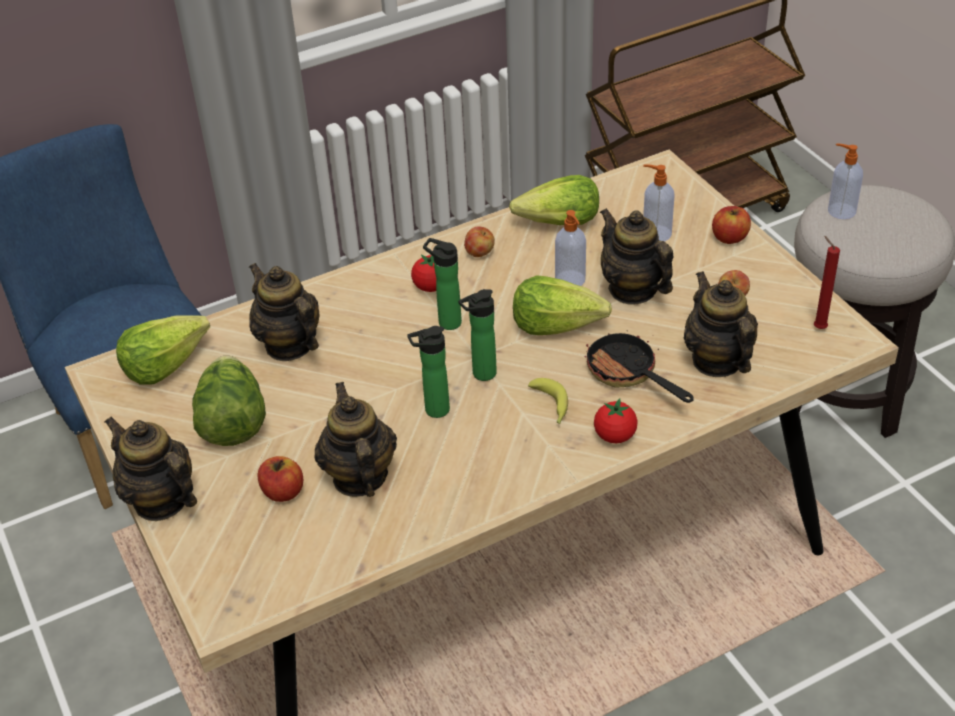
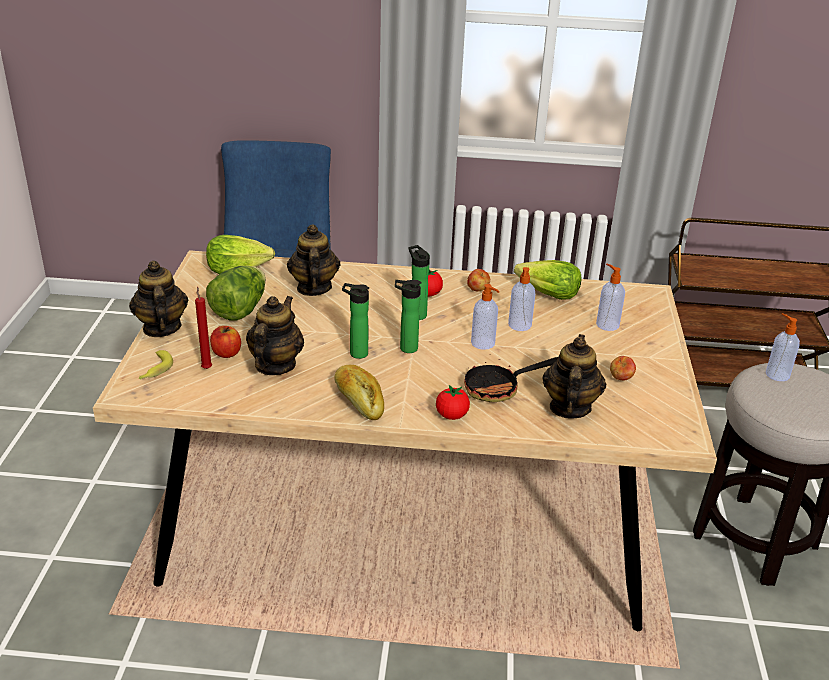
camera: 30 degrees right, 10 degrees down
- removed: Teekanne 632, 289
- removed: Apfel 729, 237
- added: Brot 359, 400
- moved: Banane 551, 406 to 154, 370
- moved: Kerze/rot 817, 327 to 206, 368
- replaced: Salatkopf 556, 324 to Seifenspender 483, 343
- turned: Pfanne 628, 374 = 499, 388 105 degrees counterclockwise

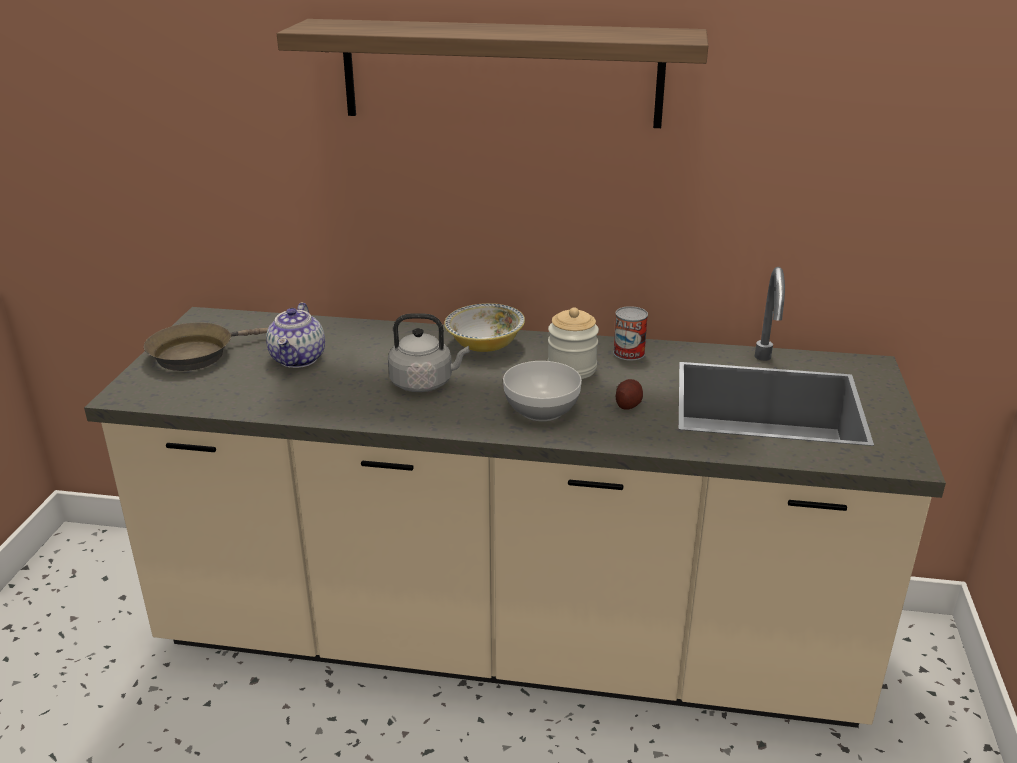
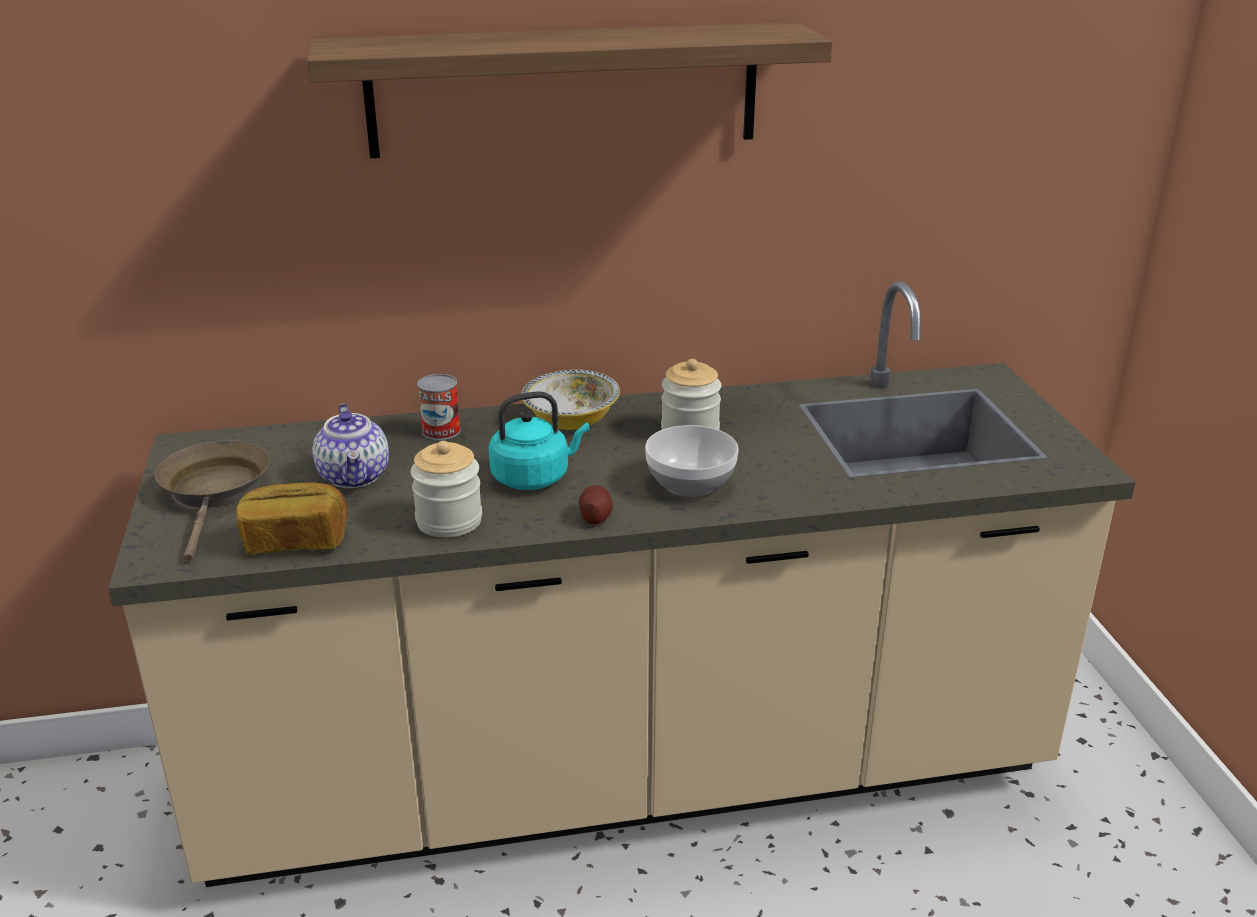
camera: 20 degrees left, 0 degrees up
- added: Brot 295, 540
- added: Vorratsglas 449, 521
- moved: Dose 629, 353 to 441, 431
- moved: Kartoffel 628, 404 to 595, 516
- recoloured: Wasserkessel/grau 425, 383 to Wasserkessel/türkis 534, 477
- turned: Pfanne/braun 199, 354 = 216, 492 135 degrees clockwise

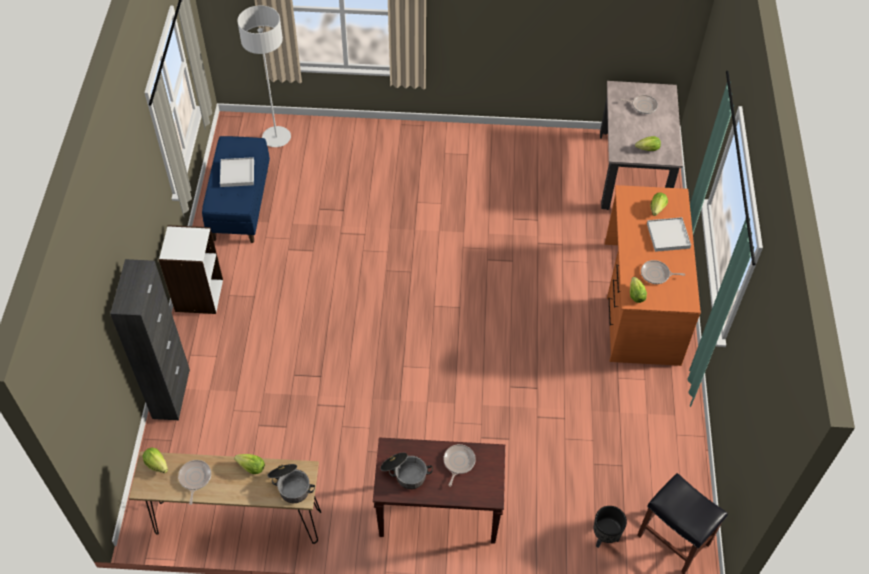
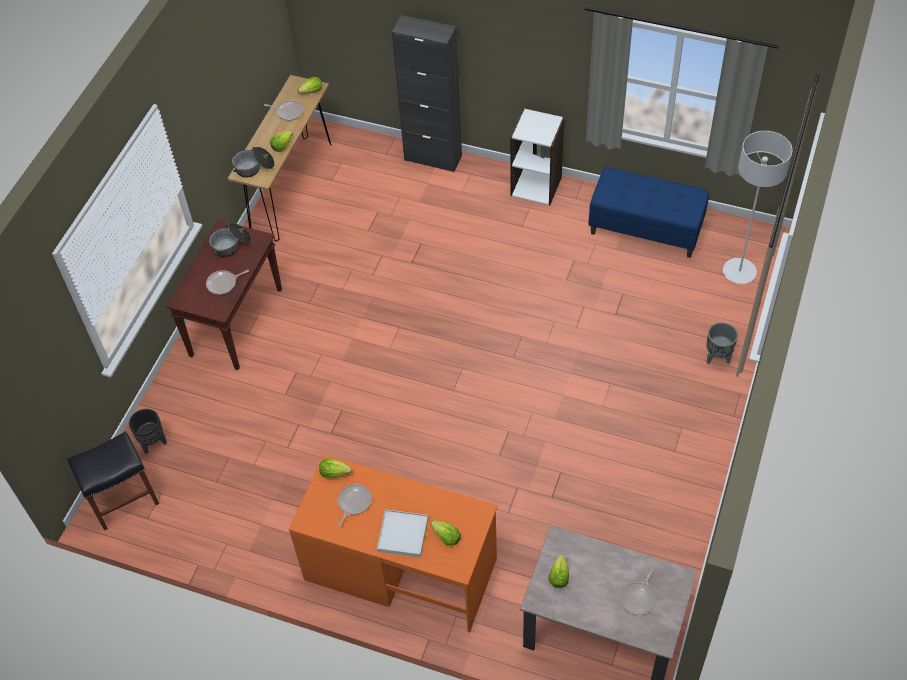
camera: 110 degrees right, 0 degrees up
- removed: Tablett/weiß 237, 173
- added: Pflanzkübel/grau 717, 358
- turned: Pfanne 458, 462 = 223, 284 120 degrees clockwise

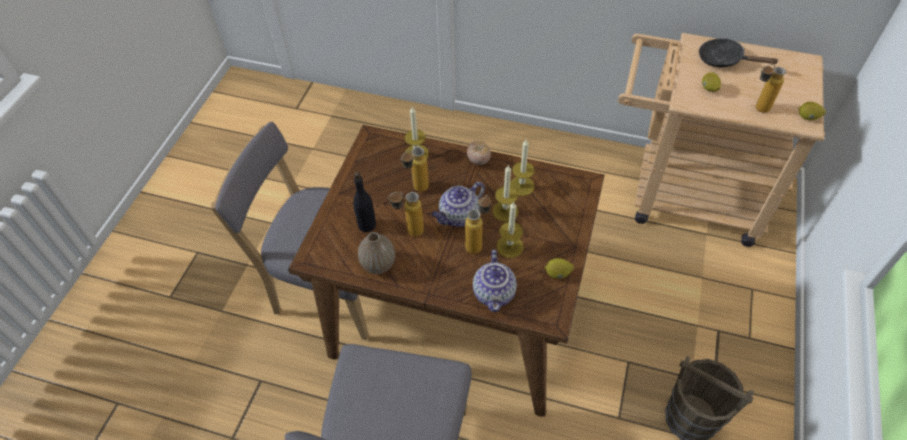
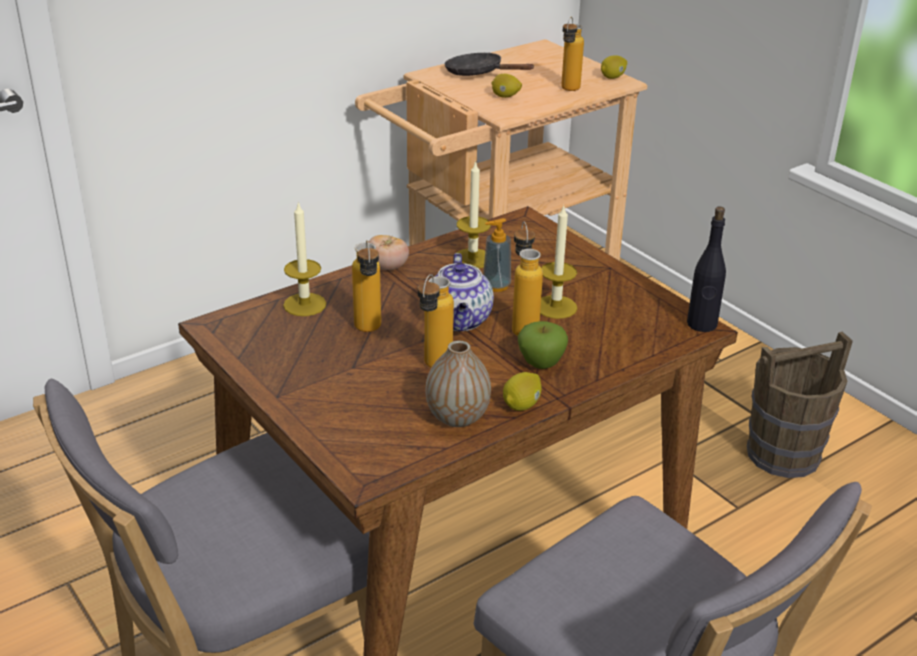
camera: 55 degrees left, 20 degrees down
- removed: Teekanne 495, 294
- added: Apfel 541, 363
- moved: Flasche/schwarz 366, 225 to 702, 324
- moved: Zitrone 558, 274 to 522, 405
- replaced: Kerze 505, 211 to Seifenspender 496, 286
- turned: Pfanne/schwarz 724, 60 = 479, 73 60 degrees clockwise

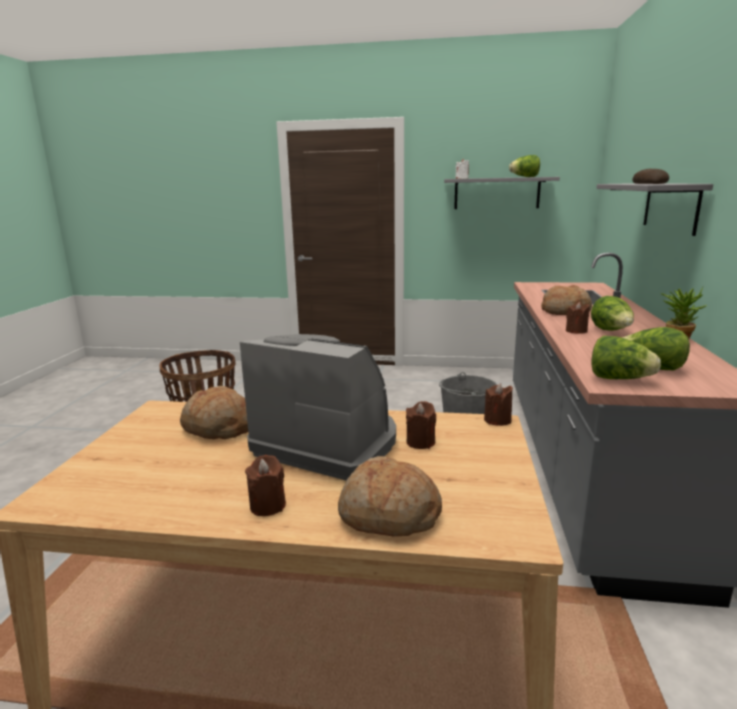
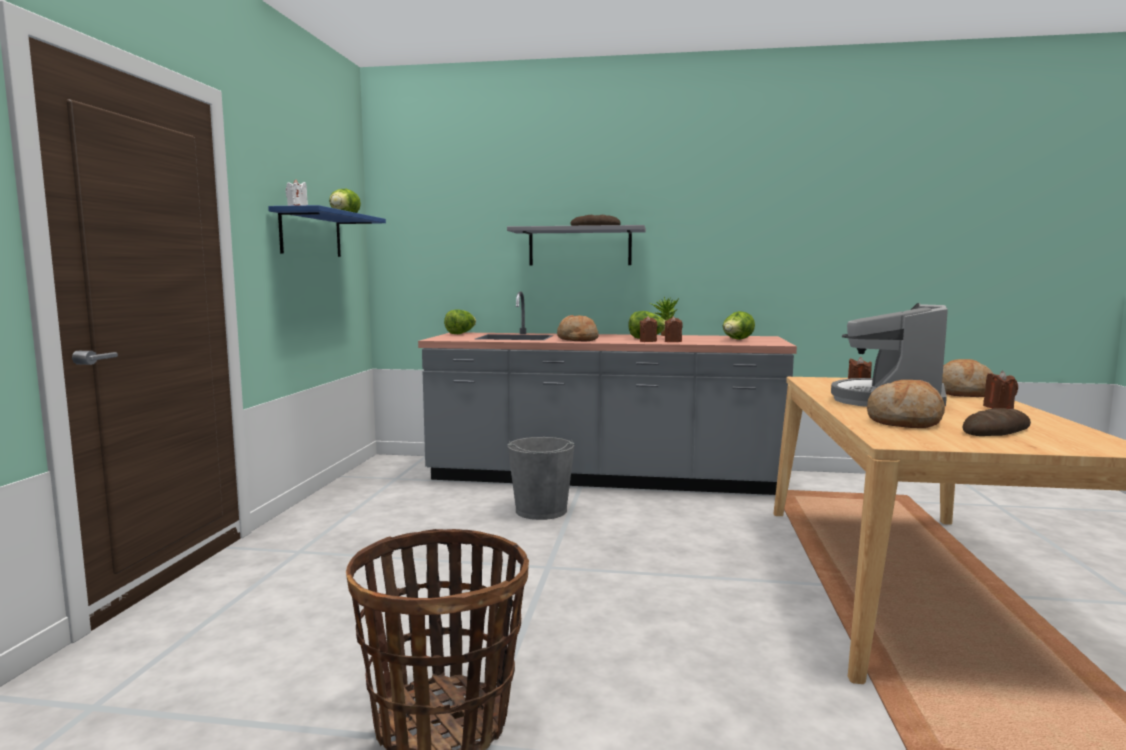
camera: 90 degrees left, 10 degrees down
- added: Brot 996, 430
- moved: Kerze/braun 497, 420 to 673, 341
- moved: Salatkopf 619, 379 to 461, 333
- recoloured: Wandregal/grau 496, 193 to Wandregal/blau 311, 234

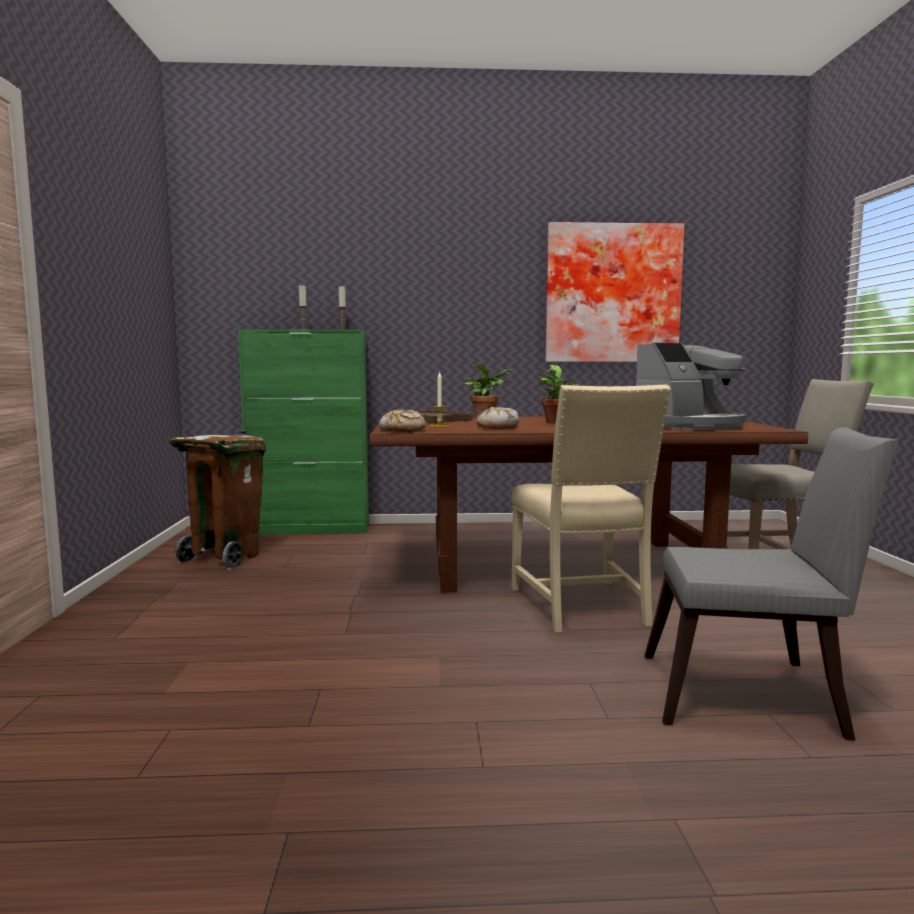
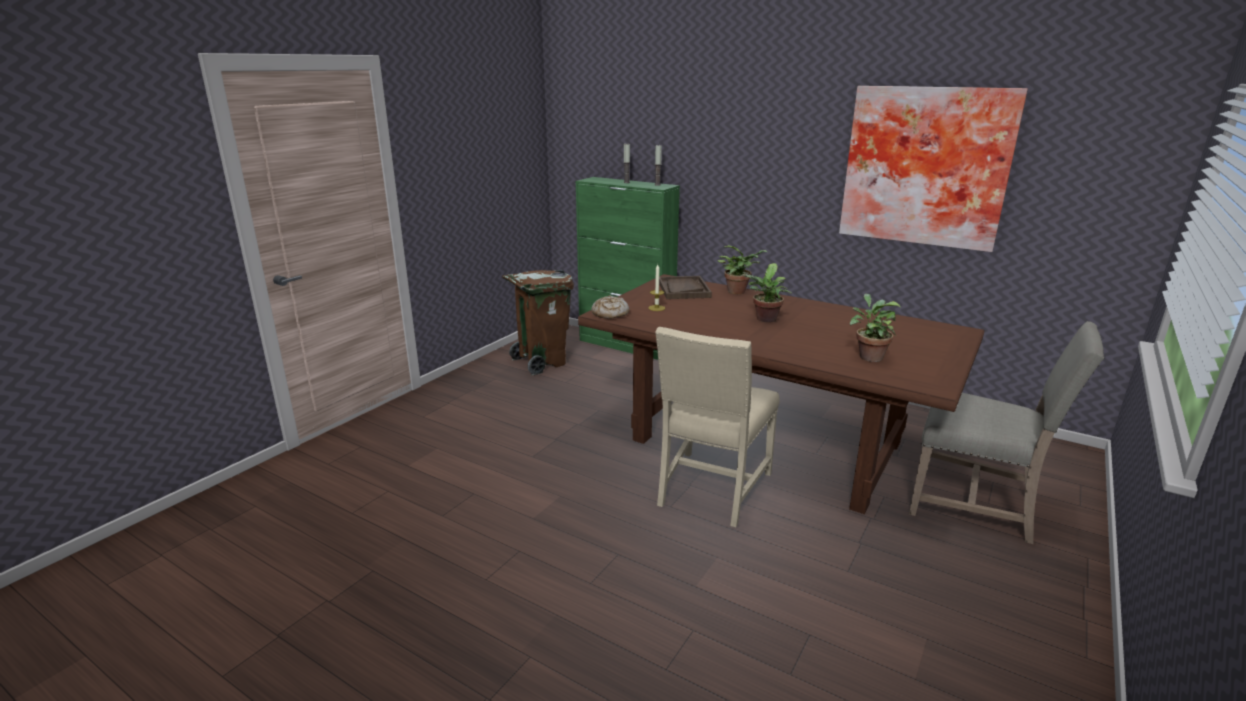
camera: 35 degrees right, 15 degrees up
- removed: Brot 498, 427
- removed: Stuhl/grau 753, 696
- replaced: Kaffeemaschine 689, 426 to Topfpflanze 868, 356

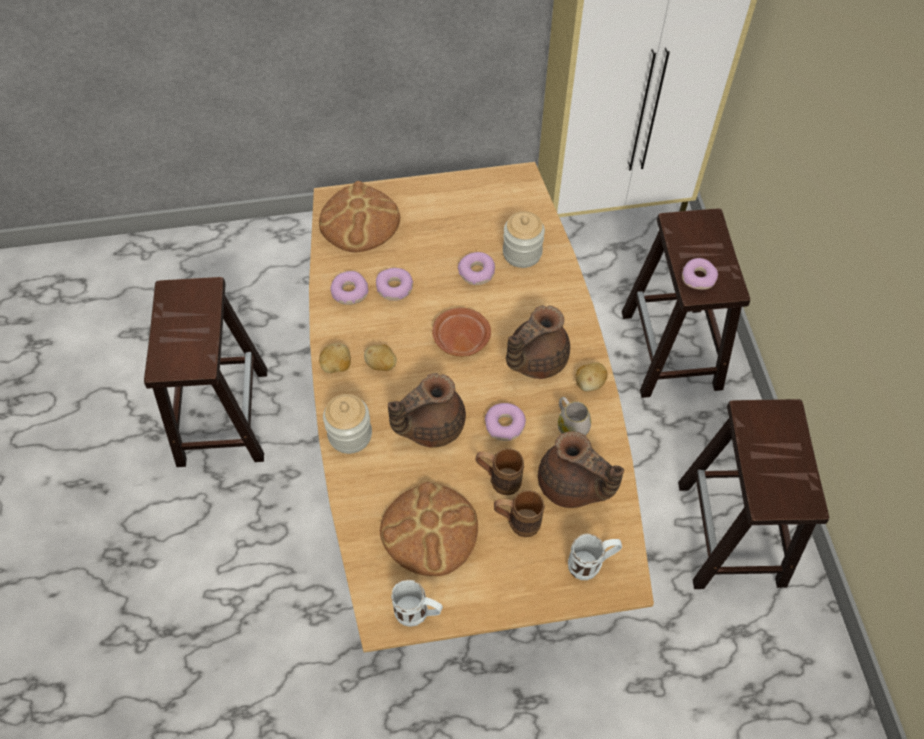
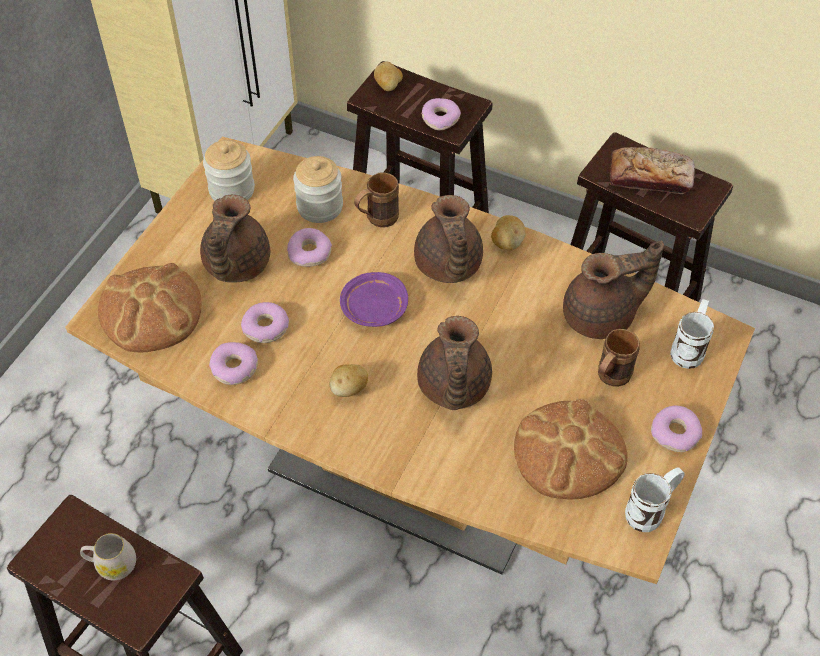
camera: 55 degrees left, 5 degrees down
- added: Teekanne/braun 235, 265
- added: Brot 650, 177
- moved: Kartoffel 336, 366 to 388, 86
- moved: Vorratsglas 350, 434 to 232, 190
- moved: Henkelbecher/braun 498, 479 to 376, 220
- moved: Donut 505, 425 to 675, 433
- moved: Henkelbecher/weiß 570, 424 to 112, 564
- recoloured: Teller/braun 460, 338 to Teller/lila 374, 308

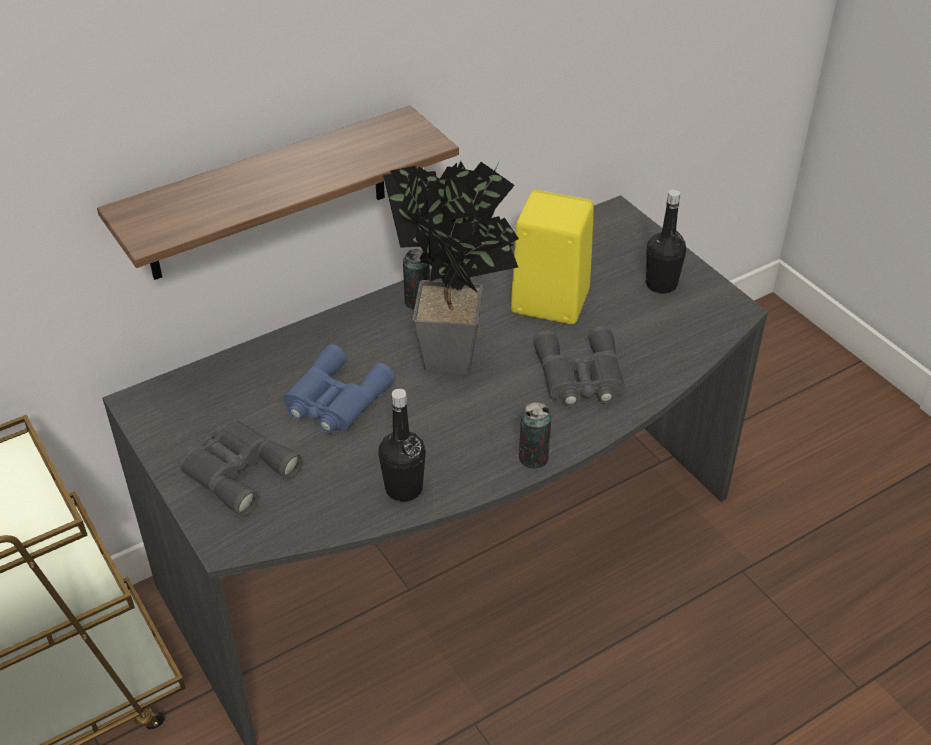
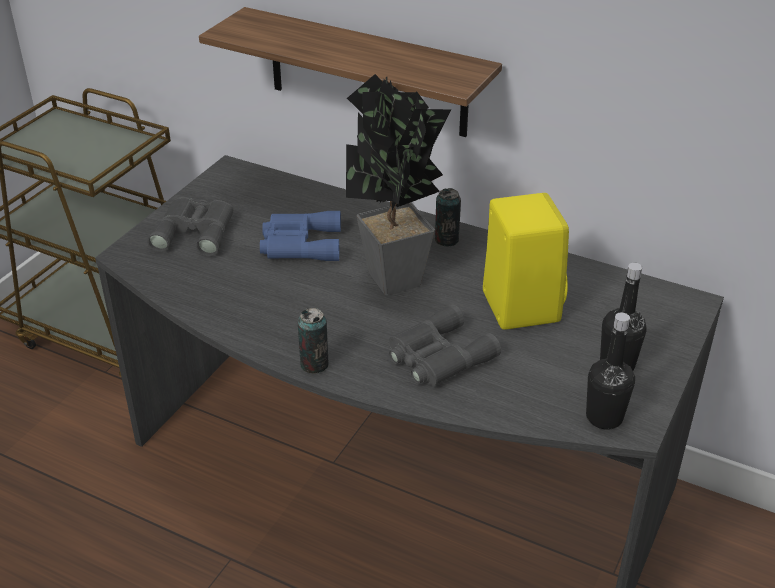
camera: 60 degrees right, 5 degrees down
- moved: Flasche/schwarz 404, 488 to 604, 417

